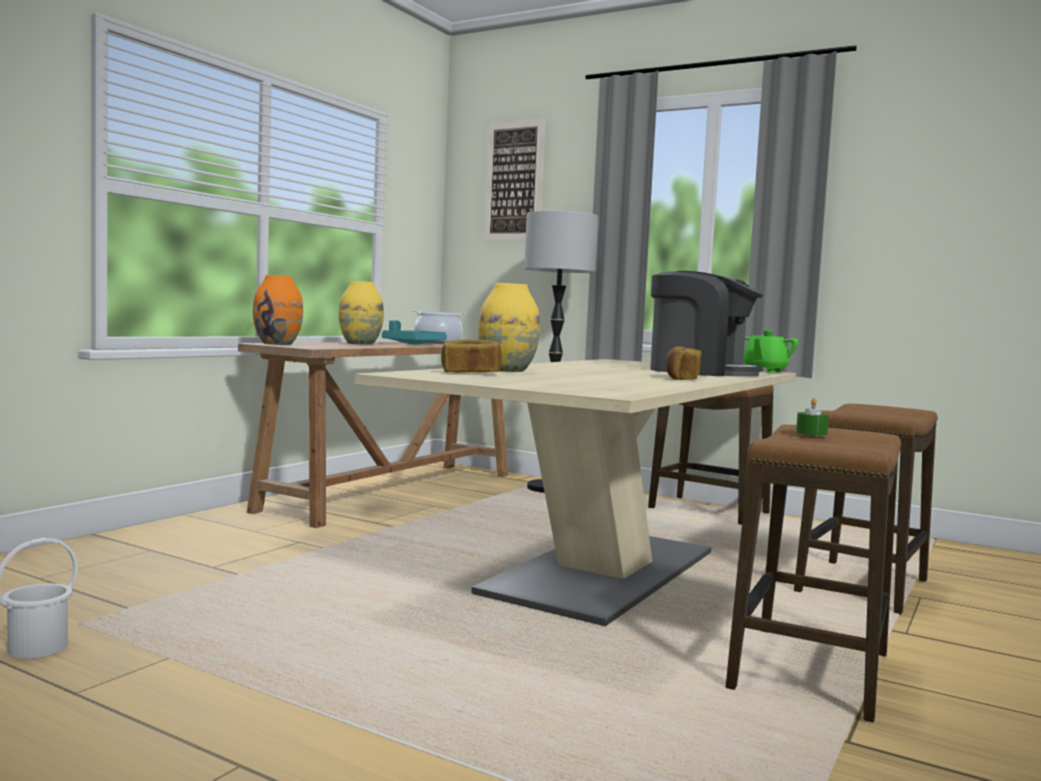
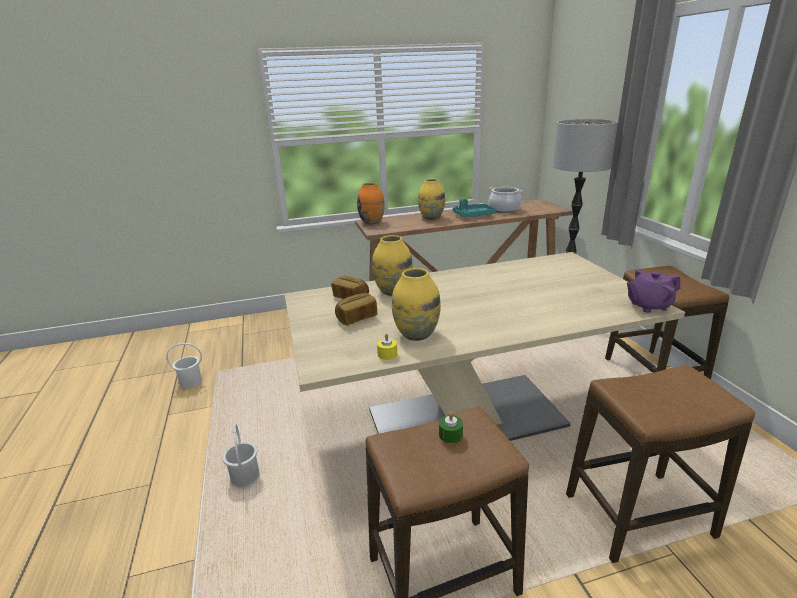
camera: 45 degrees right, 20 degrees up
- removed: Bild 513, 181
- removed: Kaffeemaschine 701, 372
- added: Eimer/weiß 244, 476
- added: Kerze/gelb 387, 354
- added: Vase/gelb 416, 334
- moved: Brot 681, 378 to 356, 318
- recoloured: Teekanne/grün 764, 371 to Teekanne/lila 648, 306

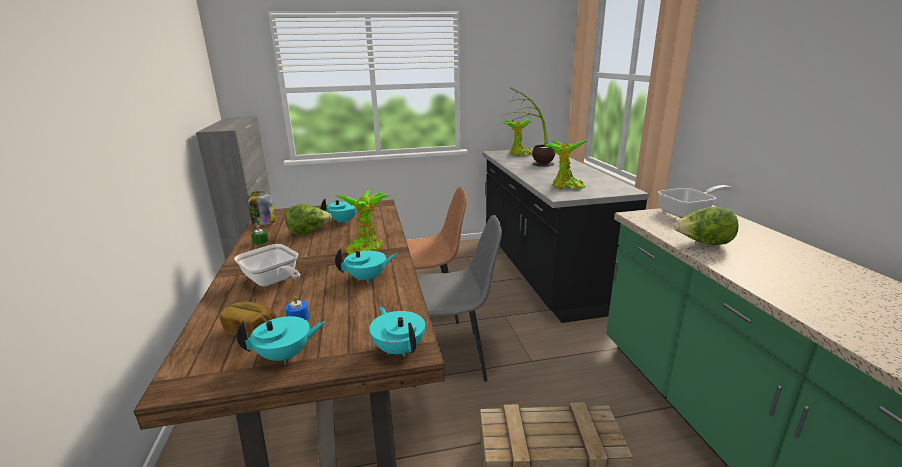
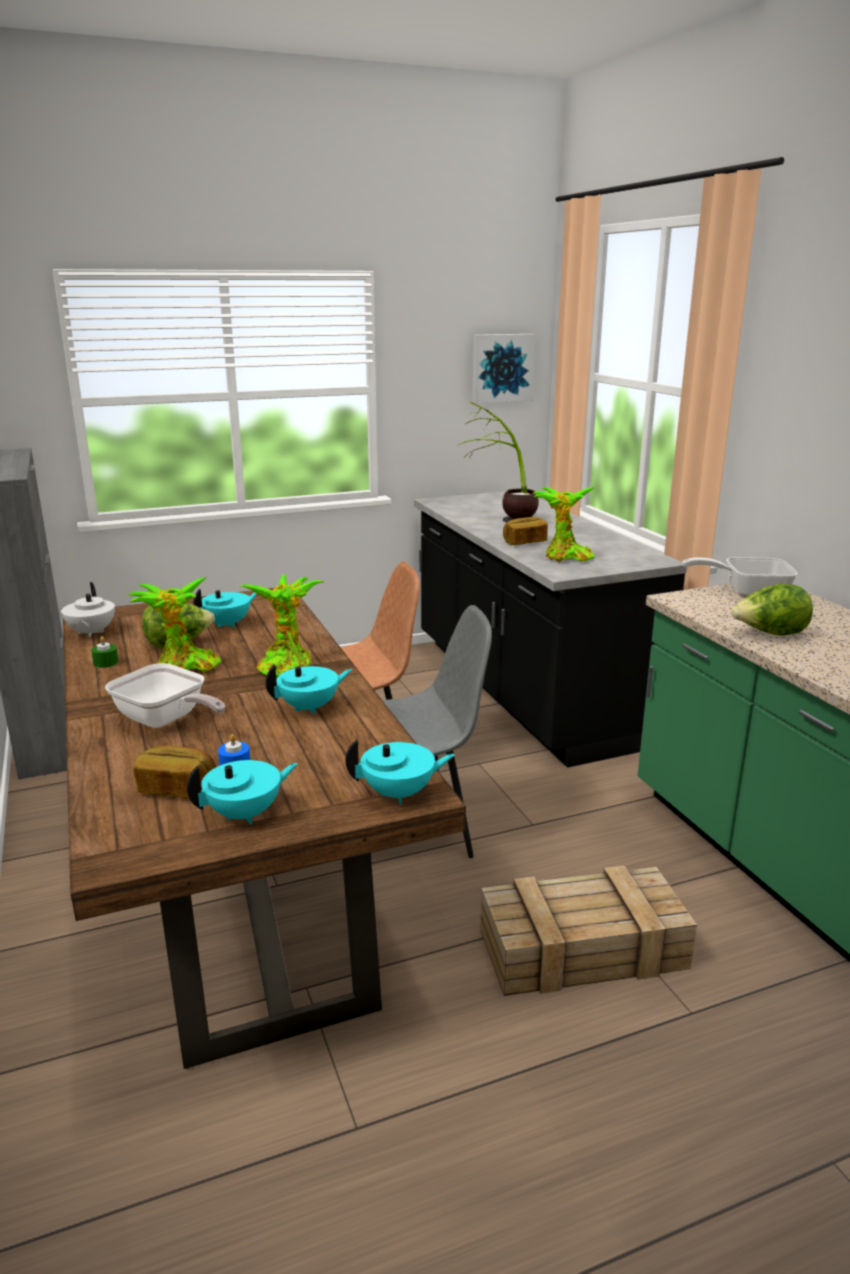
camera: 10 degrees left, 0 degrees up
- added: Bild 501, 368
- added: Brot 524, 542
- moved: Topfpflanze 519, 154 to 184, 668
- replaced: Vorratsglas 263, 223 to Teekanne/weiß 91, 633
- turned: Teekanne/türkis 399, 349 = 399, 794 120 degrees clockwise
- turned: Pfanne 689, 213 = 746, 592 150 degrees counterclockwise

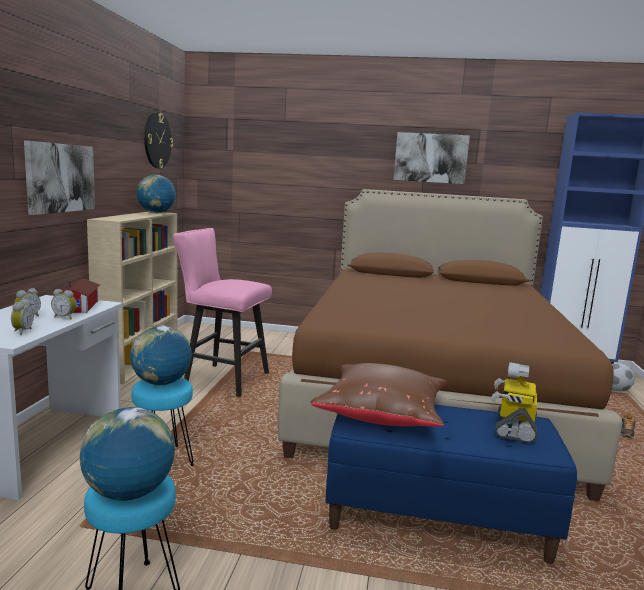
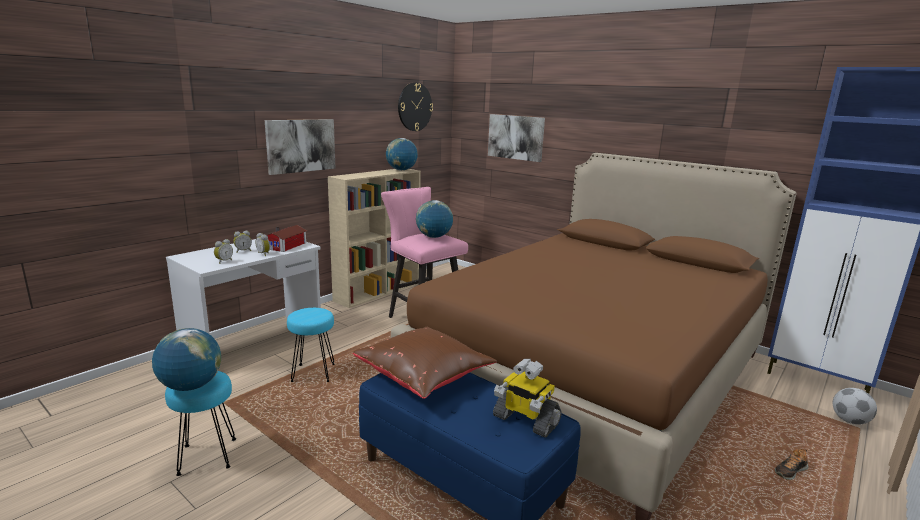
camera: 30 degrees right, 5 degrees up
- moved: Globus 161, 383 to 434, 237
- moved: Bild 430, 158 to 516, 137
- turned: Spielzeugroboter 513, 427 = 525, 420 105 degrees counterclockwise

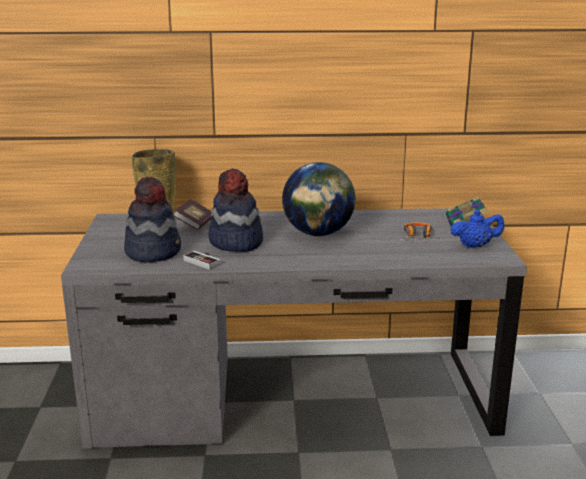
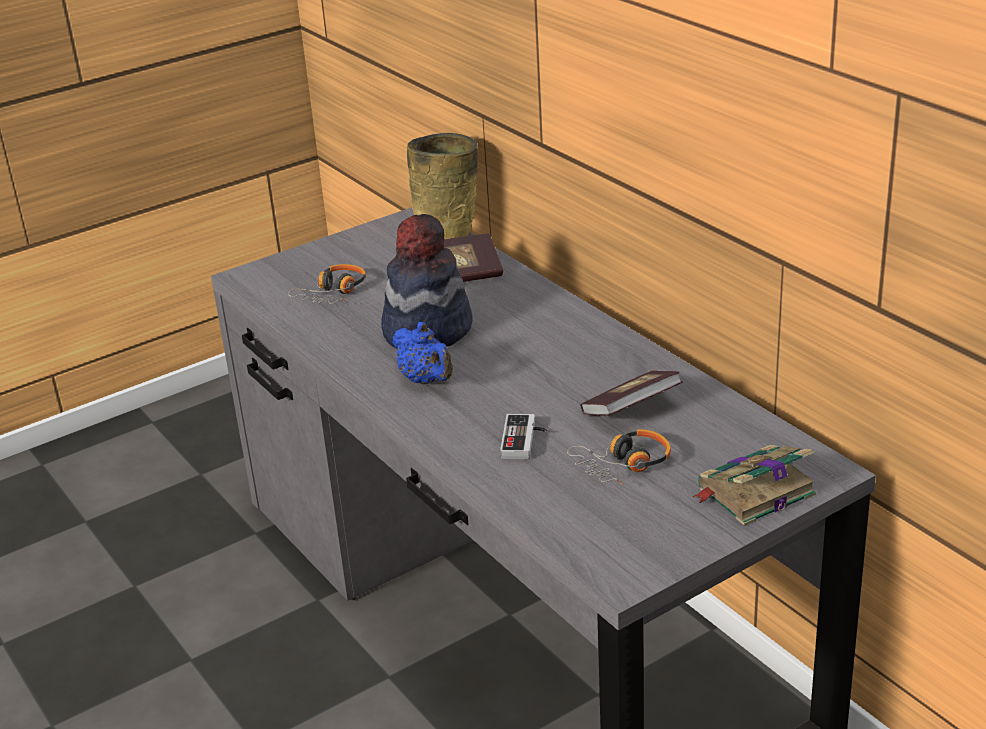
camera: 60 degrees right, 10 degrees up
- removed: Globus 318, 234
- added: Buch 631, 410
- moved: Gamepad 204, 261 to 525, 440
- moved: Teekanne/blau 475, 246 to 426, 380
- replaced: Hut 153, 252 to Kopfhörer 334, 293

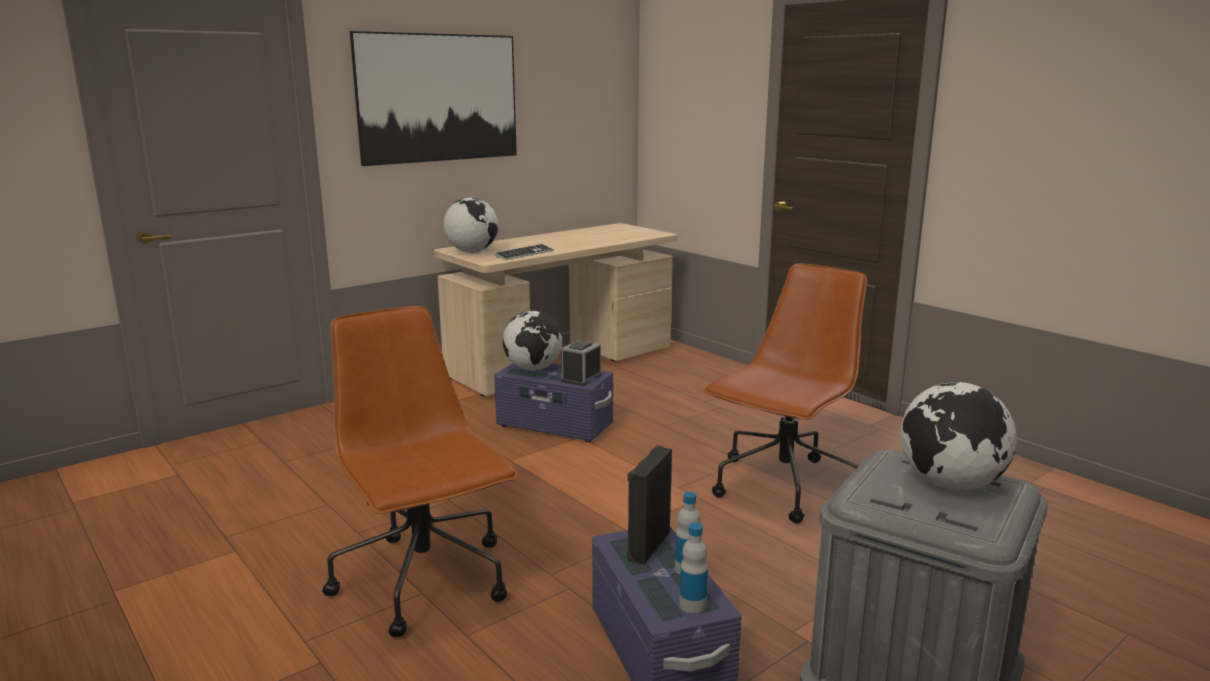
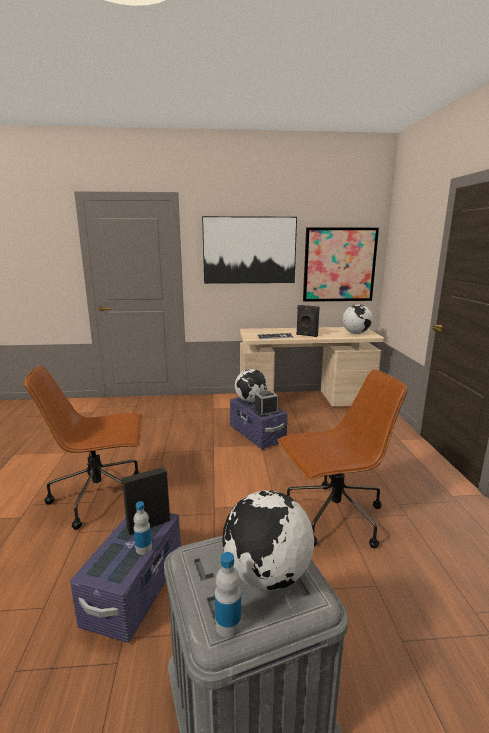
camera: 35 degrees right, 0 degrees up
- added: Lautsprecher/schwarz 306, 335
- added: Bild 339, 265
- moved: Globus 472, 252 to 356, 333
- moved: Flasche 692, 605 to 228, 625
- turned: Bürostuhl/braun 425, 582 = 100, 496 105 degrees counterclockwise

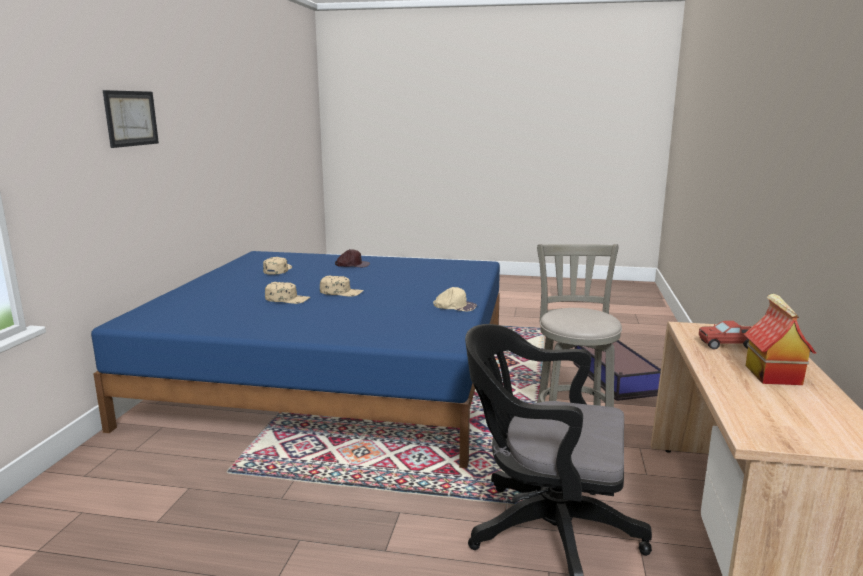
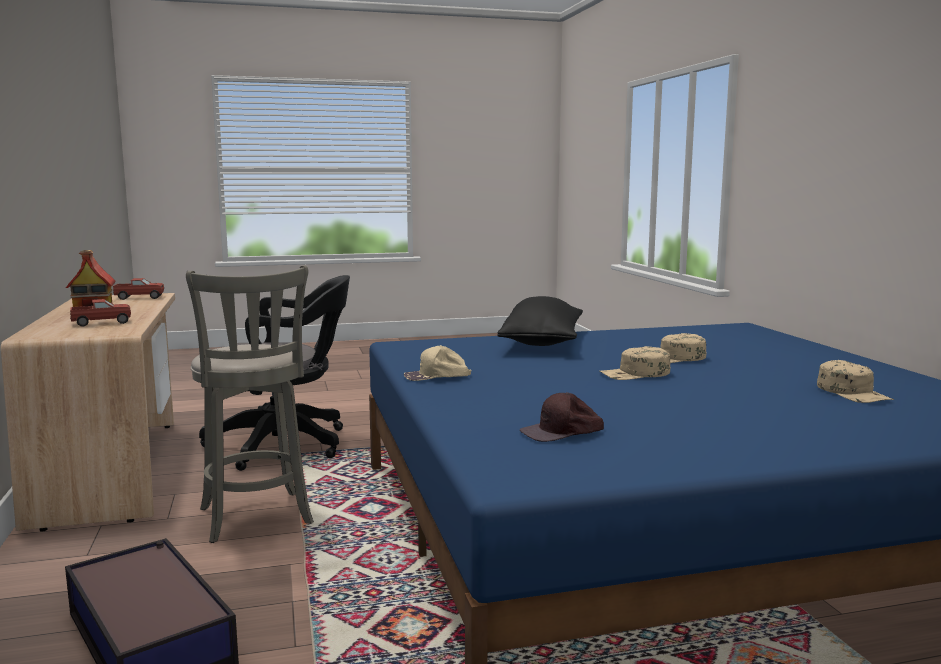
camera: 155 degrees right, 5 degrees down
- removed: Bild 131, 118
- added: Spielzeuglaster 139, 298
- added: Kissen/schwarz 542, 342
- moved: Kappe/braun 352, 264 to 562, 432

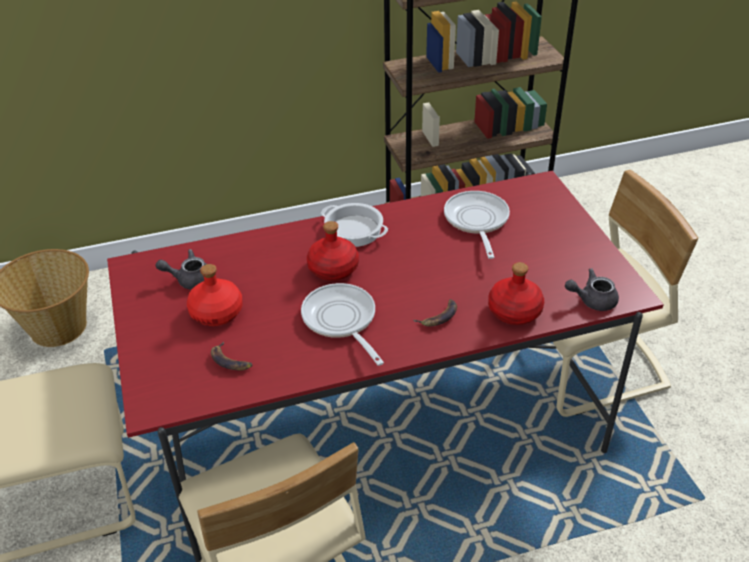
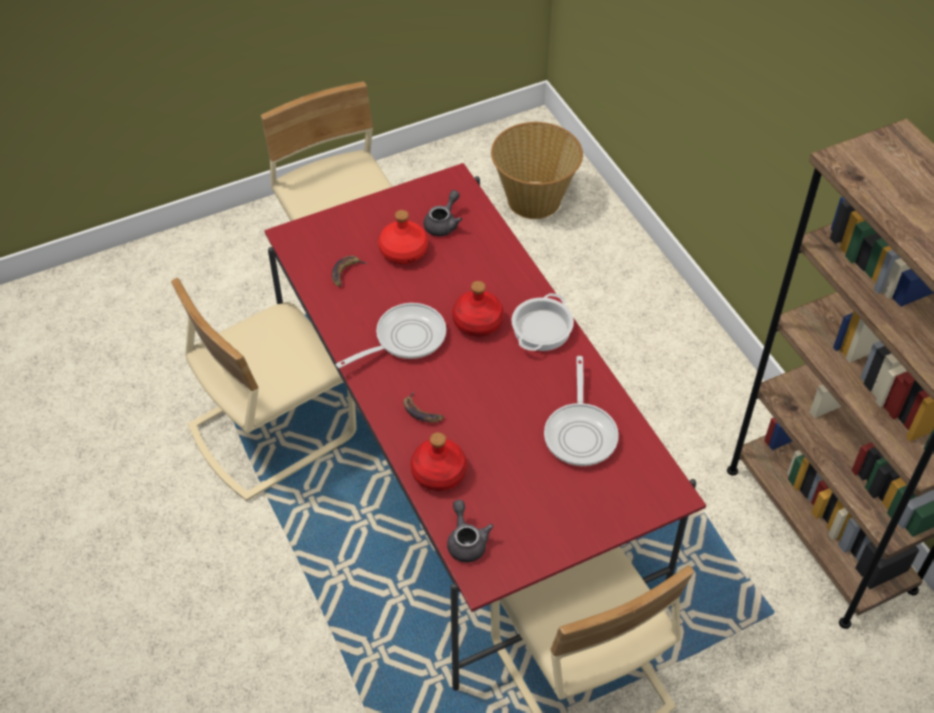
camera: 80 degrees right, 10 degrees up
- turned: Teekanne/grau 190, 279 = 443, 223 45 degrees clockwise
- turned: Pfanne 476, 221 = 580, 432 105 degrees clockwise

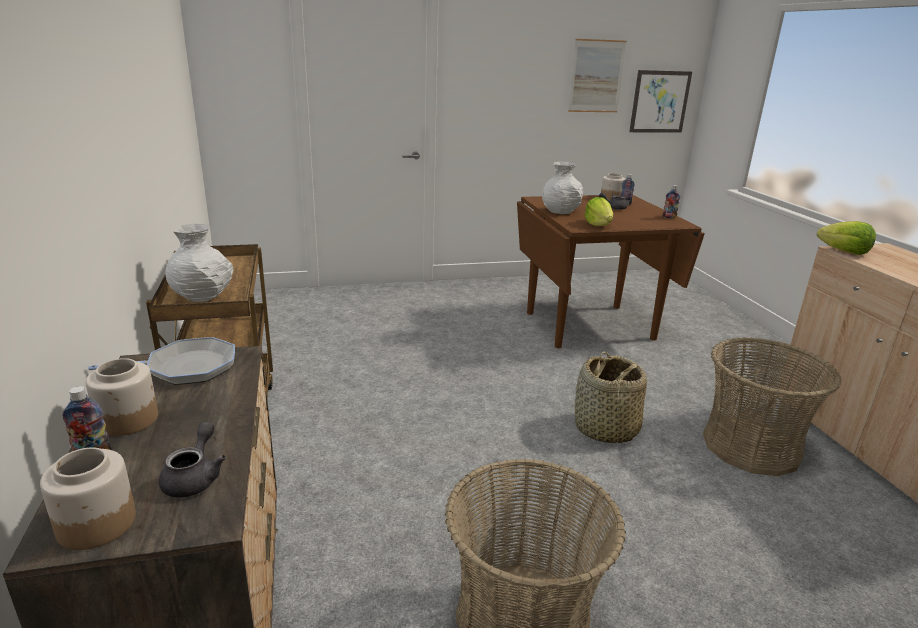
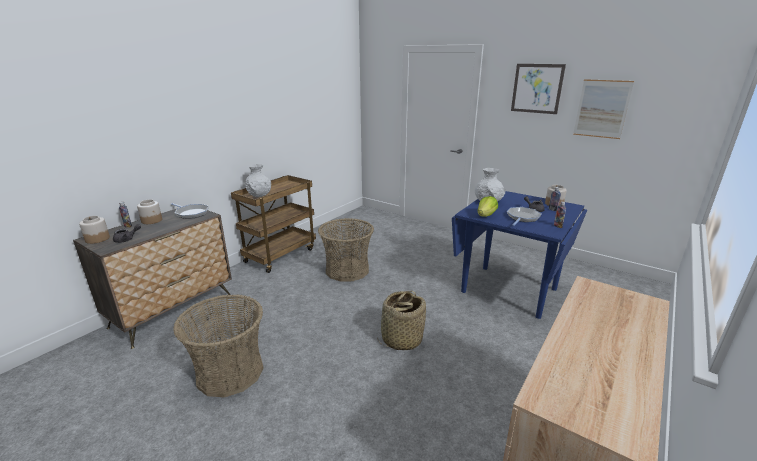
camera: 50 degrees right, 0 degrees up
- removed: Salatkopf 844, 252
- added: Pfanne 522, 218
- moved: Bild 660, 102 to 537, 88
- moved: Korb 751, 446 to 347, 270
- recoloured: Esstisch/braun 589, 326 to Esstisch/blau 508, 290

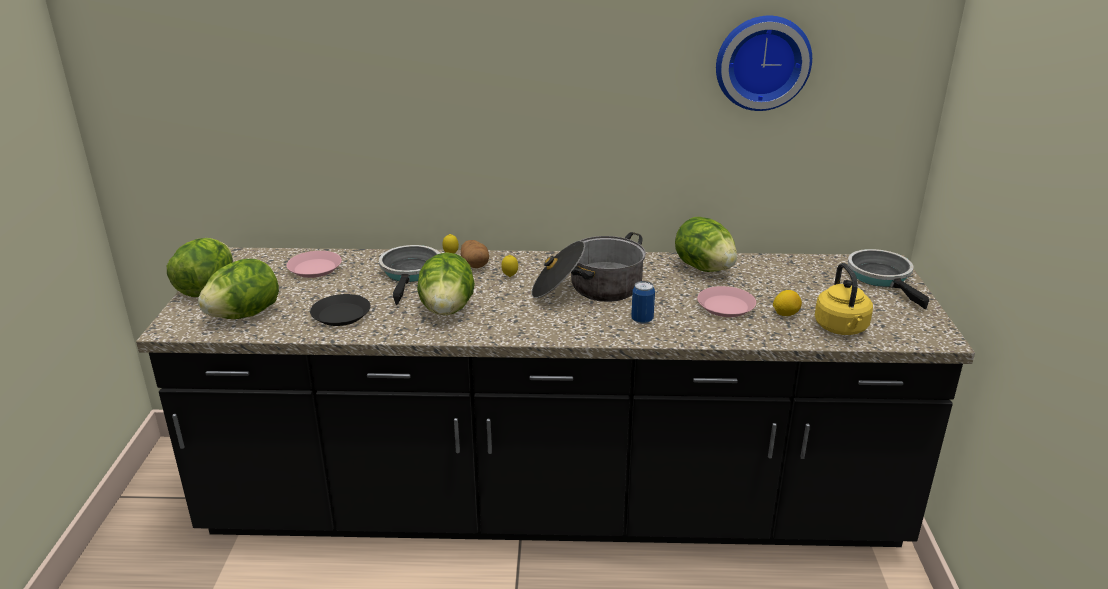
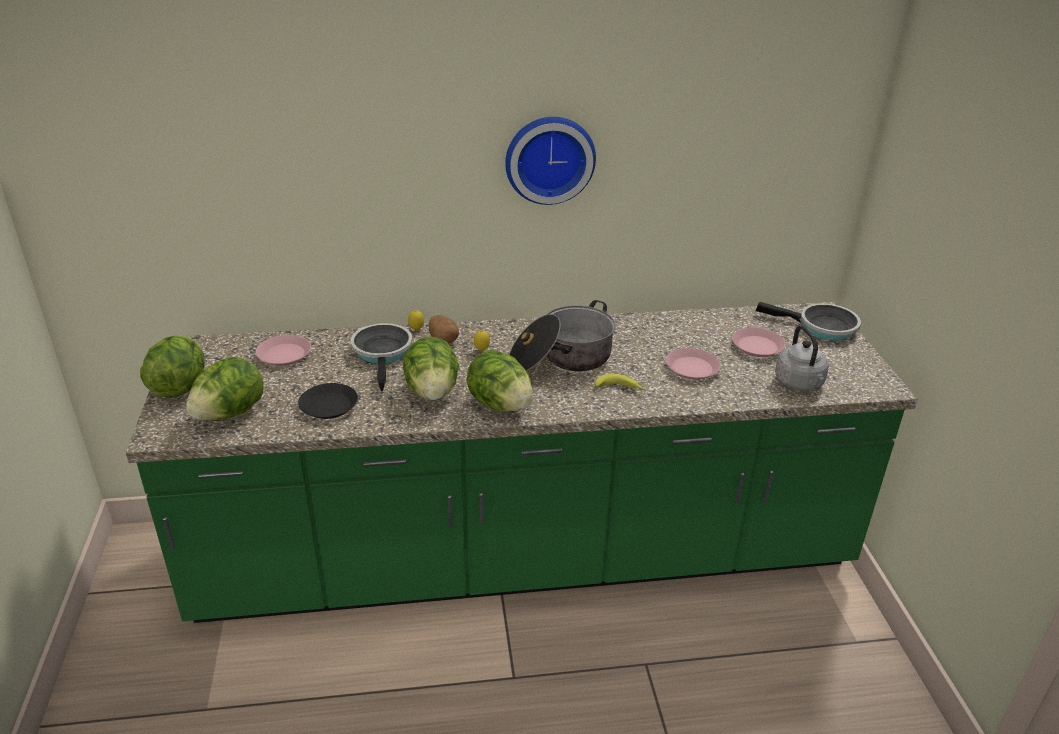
camera: 10 degrees left, 5 degrees up
- removed: Zitrone 785, 314
- added: Teller/rosa 757, 347
- moved: Salatkopf 704, 268 to 500, 405
- moved: Wanduhr 762, 62 to 549, 158
- replaced: Dose 642, 320 to Banane 620, 388
- recoloured: Küchenzeile/schwarz 554, 503 to Küchenzeile/grün 525, 554
- recoloured: Wasserkessel/gelb 841, 328 to Wasserkessel/grau 800, 384
- turned: Pfanne 882, 278 = 821, 327 135 degrees clockwise

